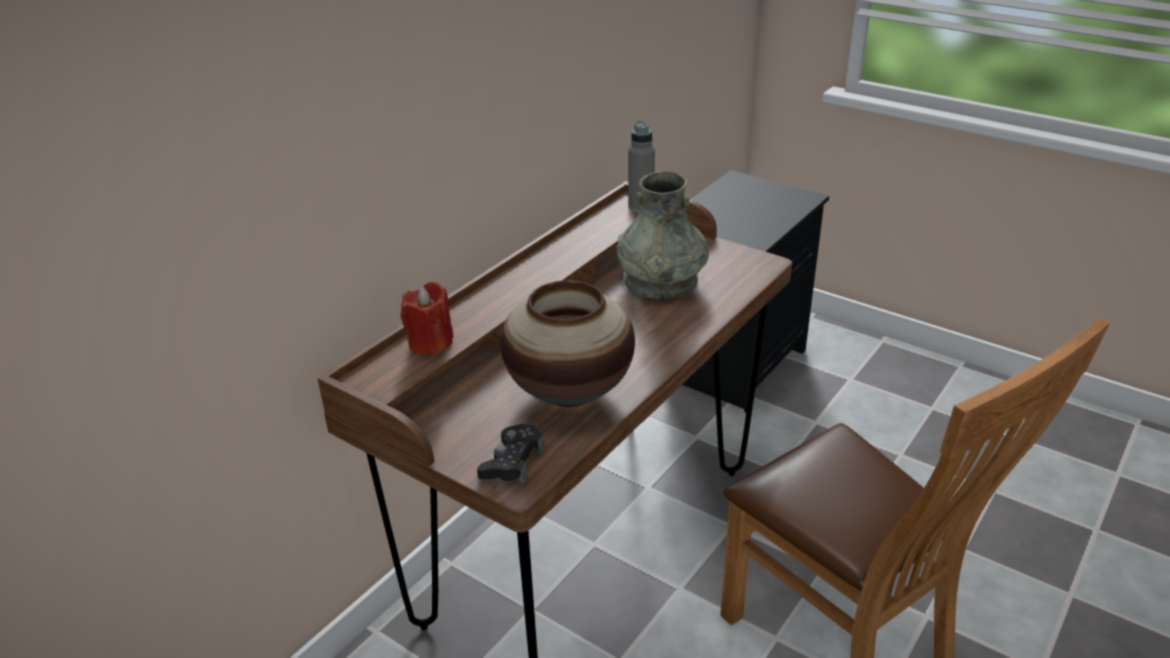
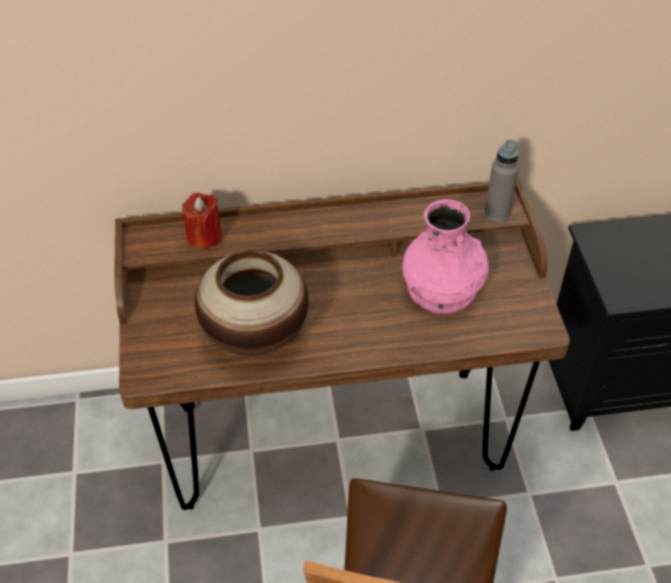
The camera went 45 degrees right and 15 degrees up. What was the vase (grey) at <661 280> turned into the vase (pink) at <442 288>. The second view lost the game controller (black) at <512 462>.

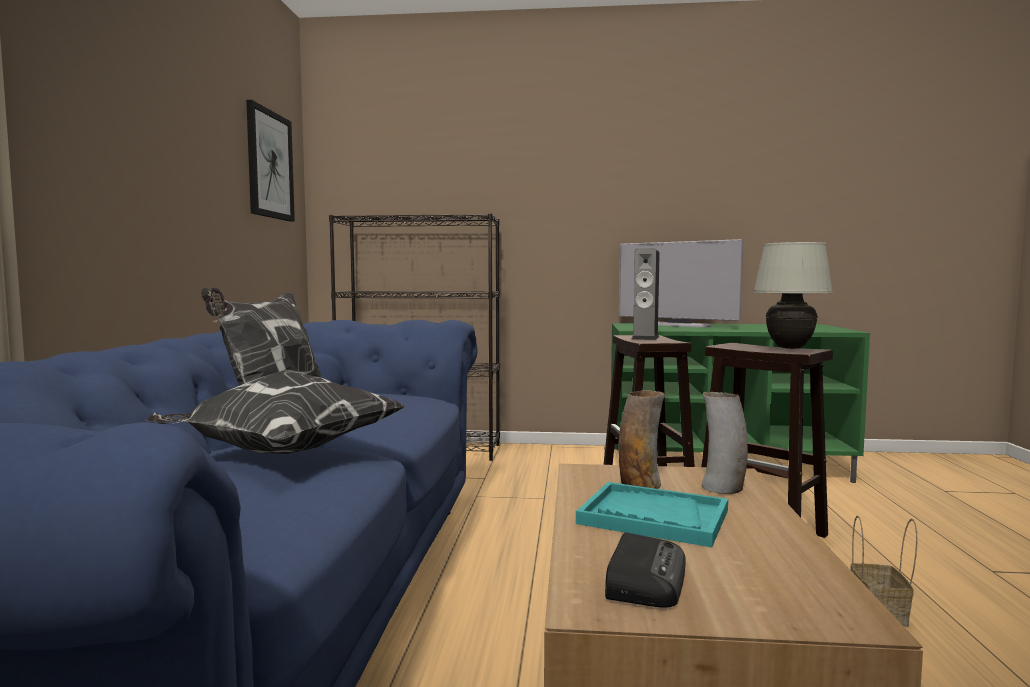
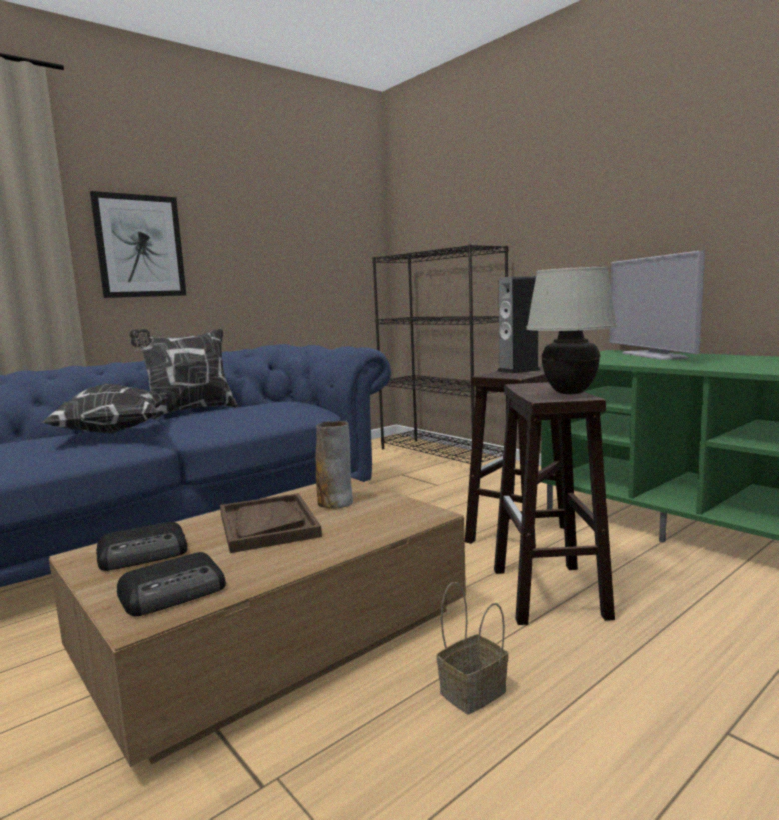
The camera went 45 degrees right and 5 degrees up. The picture ended up elsewhere, having gone from <269 165> to <140 246>. The second view lost the vase at <723 488>. What was the tray (turquoise) at <653 517> turned into the tray (brown) at <268 525>. The second view gained the radio at <175 592>.

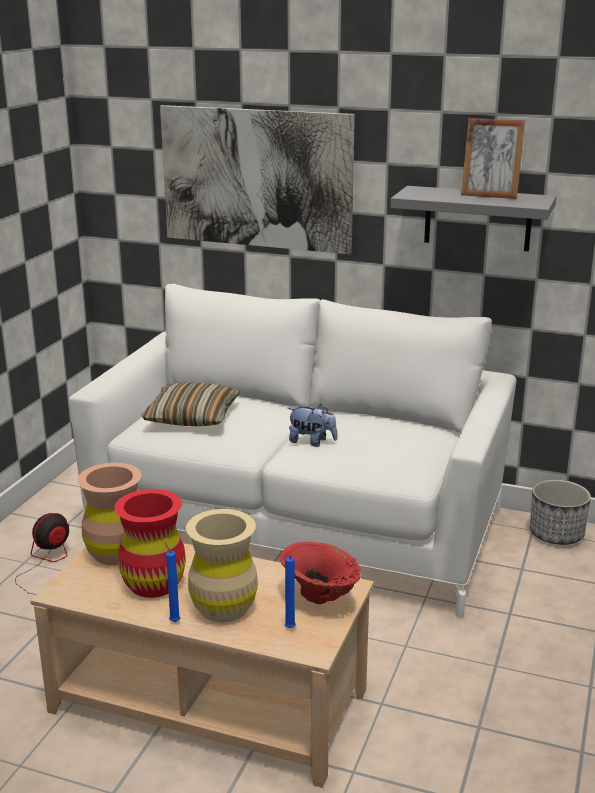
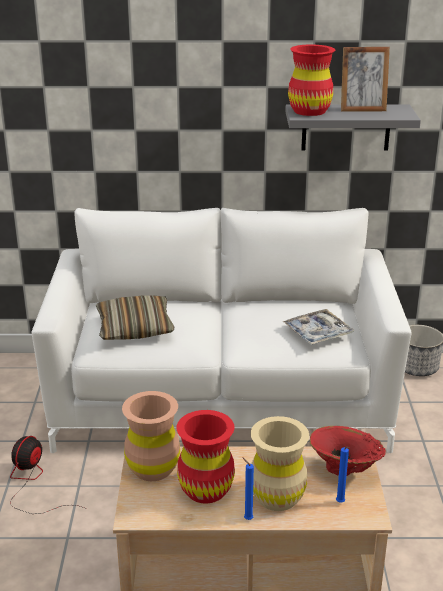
The camera went 20 degrees left and 5 degrees up. The second view lost the picture at <256 178>. The second view lost the plush toy at <312 442>. The second view gained the vase (red) at <309 111>. The second view gained the tray at <318 333>.

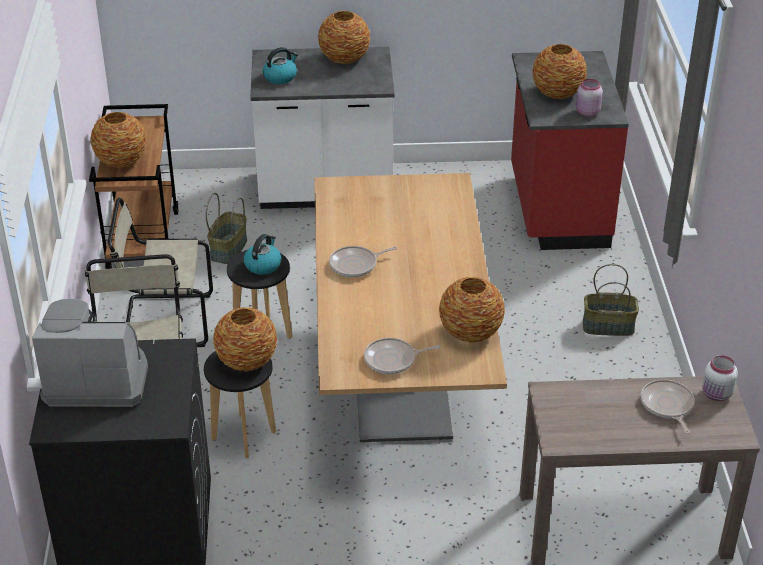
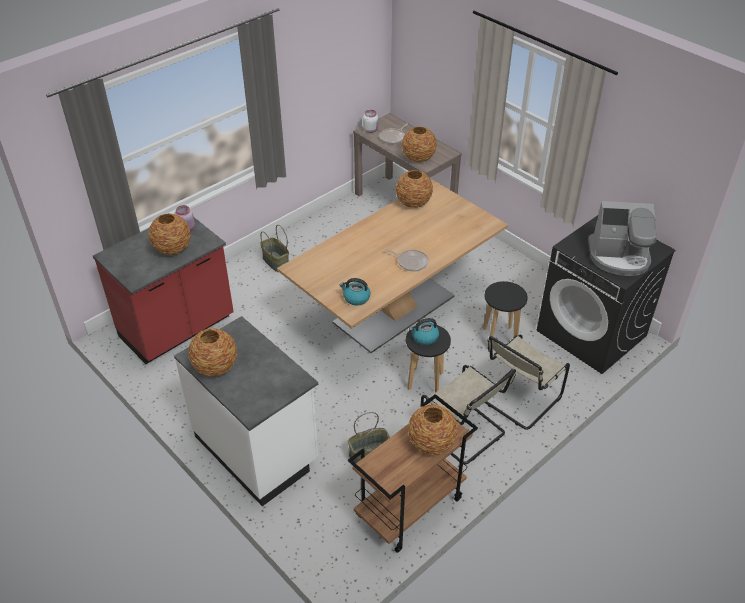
The camera went 130 degrees left and 5 degrees up. The kettle ended up elsewhere, having gone from <280 77> to <356 298>. The coffee machine at <96 379> ended up facing another way, 45 degrees counterclockwise from before. The vase ended up elsewhere, having gone from <247 361> to <418 158>. The second view lost the frying pan at <393 360>.

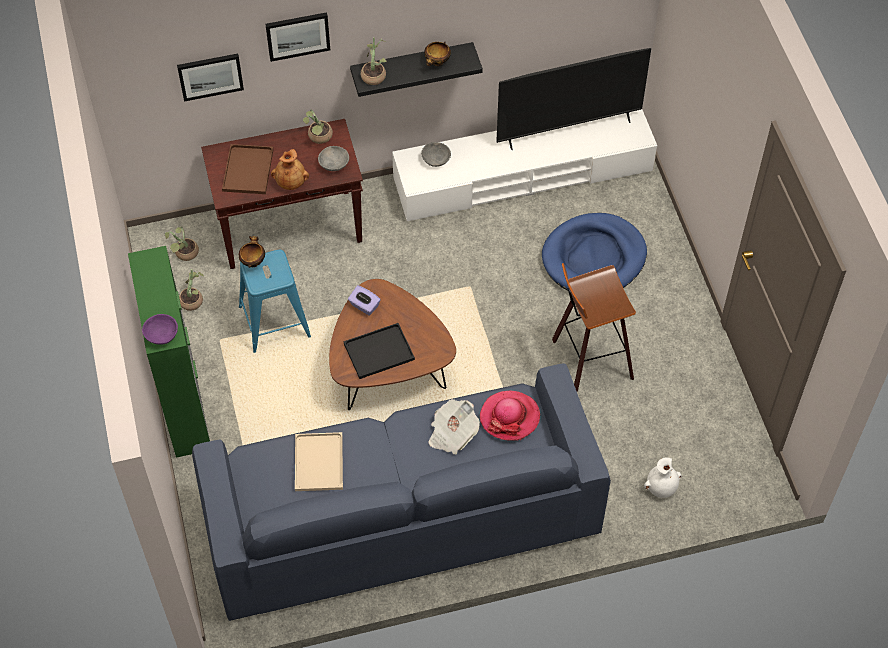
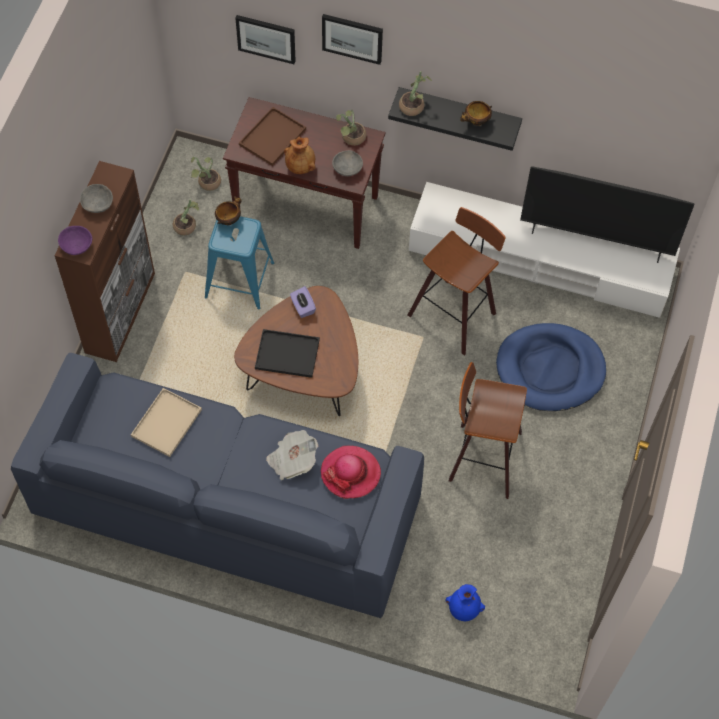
The camera went 30 degrees right and 5 degrees up. The bowl (grey) ended up elsewhere, having gone from <435 159> to <97 204>. What was the cabinet (green) at <184 405> turned into the cabinet (brown) at <120 312>. What was the vase (white) at <661 488> turned into the vase (blue) at <463 609>. The second view gained the stool at <454 313>.

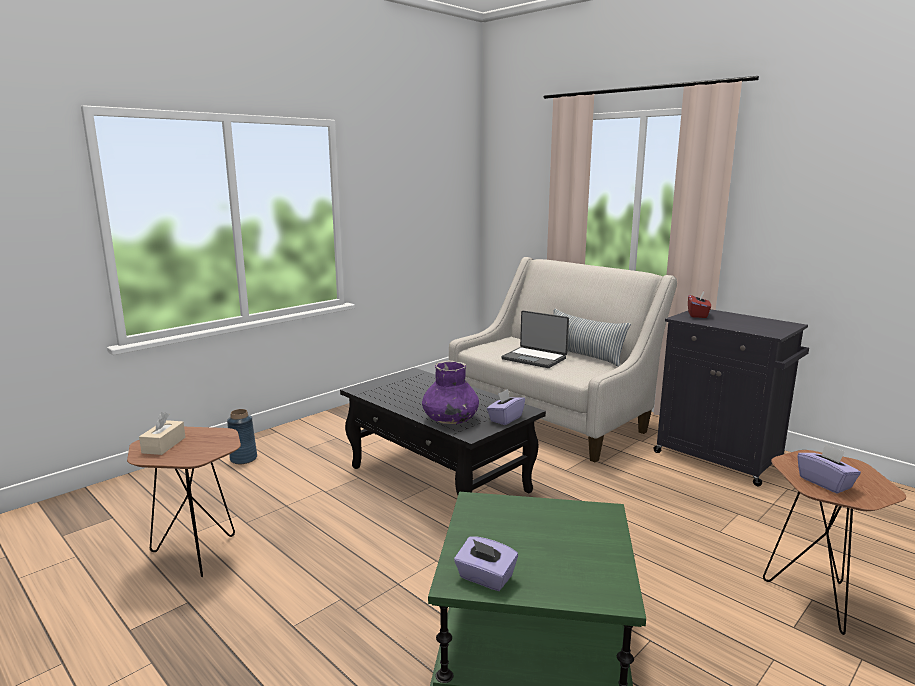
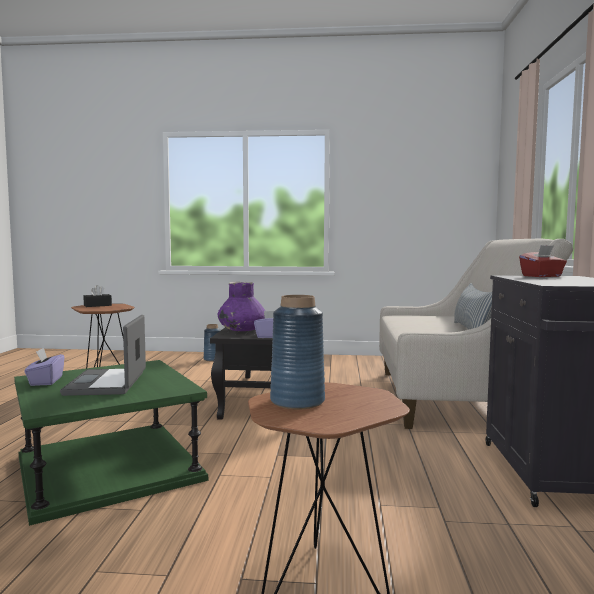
The camera went 50 degrees right and 10 degrees down. The laptop ended up elsewhere, having gone from <534 358> to <108 383>. What was the tissue box (beige) at <164 445> turned into the tissue box (black) at <97 305>. Where the tissue box (purple) stood at <825 483>, the vase (blue) came to stand at <297 401>.

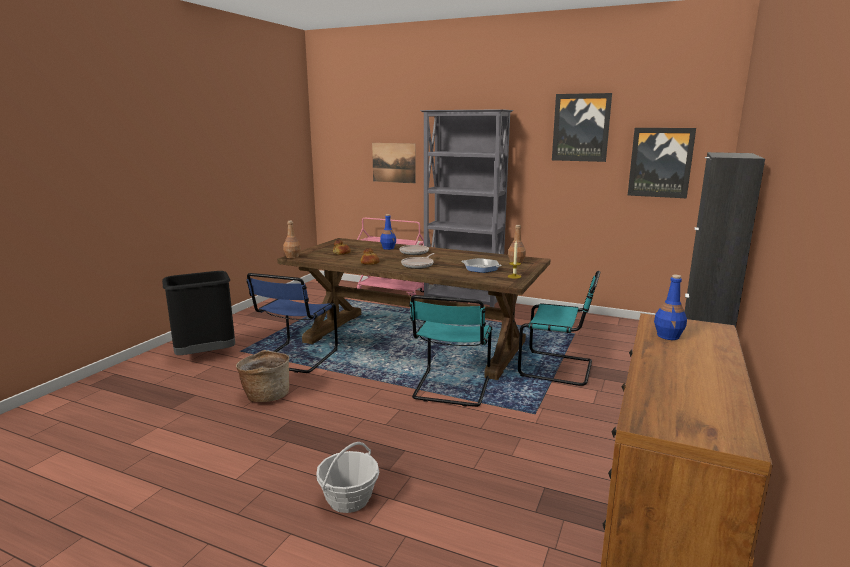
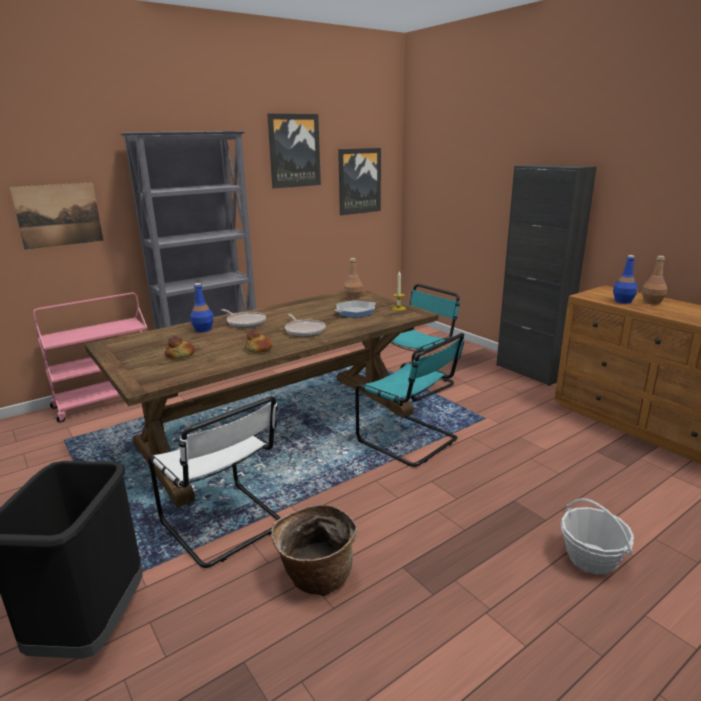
The camera went 60 degrees left and 5 degrees up. The bottle (brown) ended up elsewhere, having gone from <292 257> to <651 302>. What was the chair (blue) at <295 359> turned into the chair (white) at <225 525>.

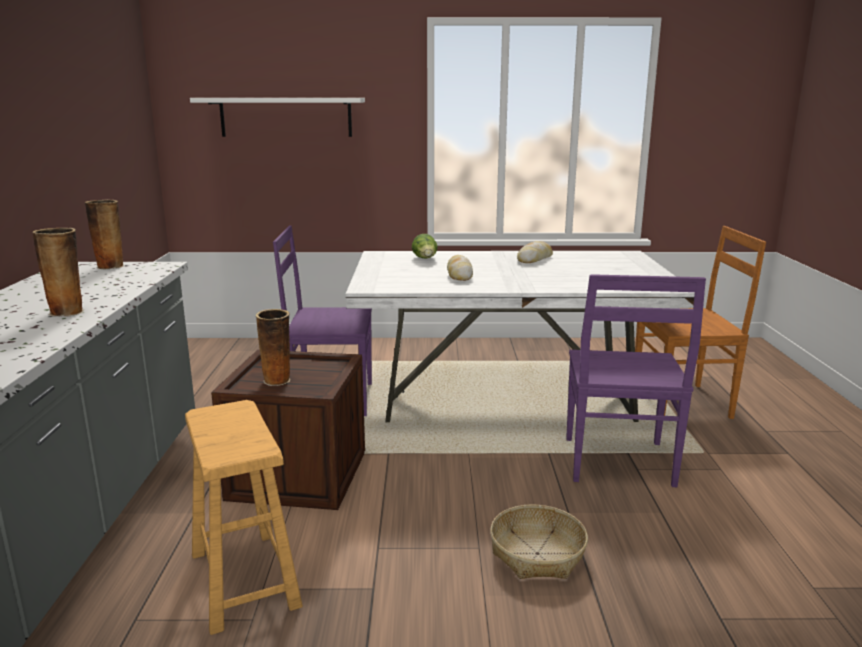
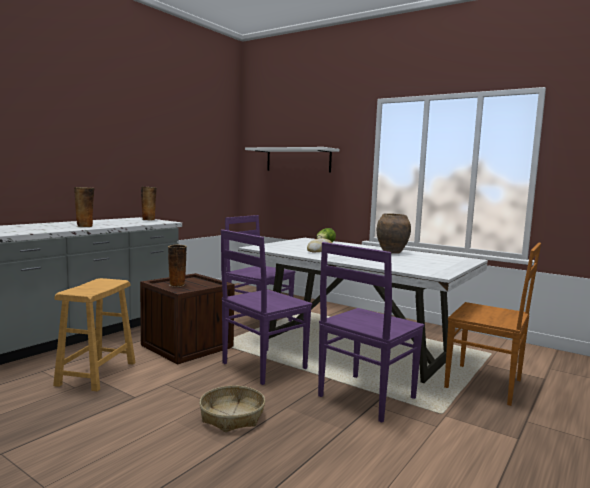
The camera went 35 degrees right and 10 degrees down. Where the bread stood at <535 259>, the vase (brown) came to stand at <392 252>. The second view gained the chair (purple) at <262 367>.

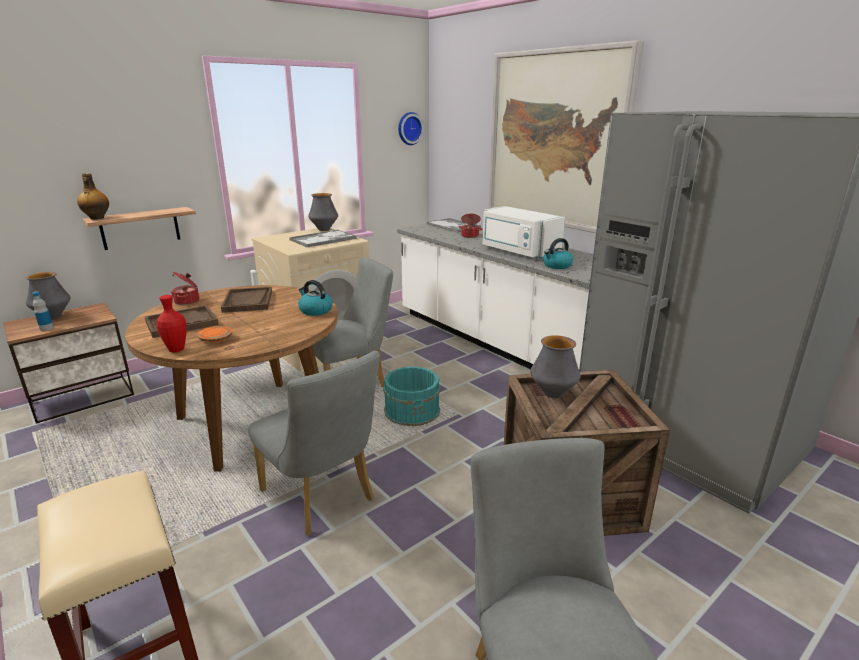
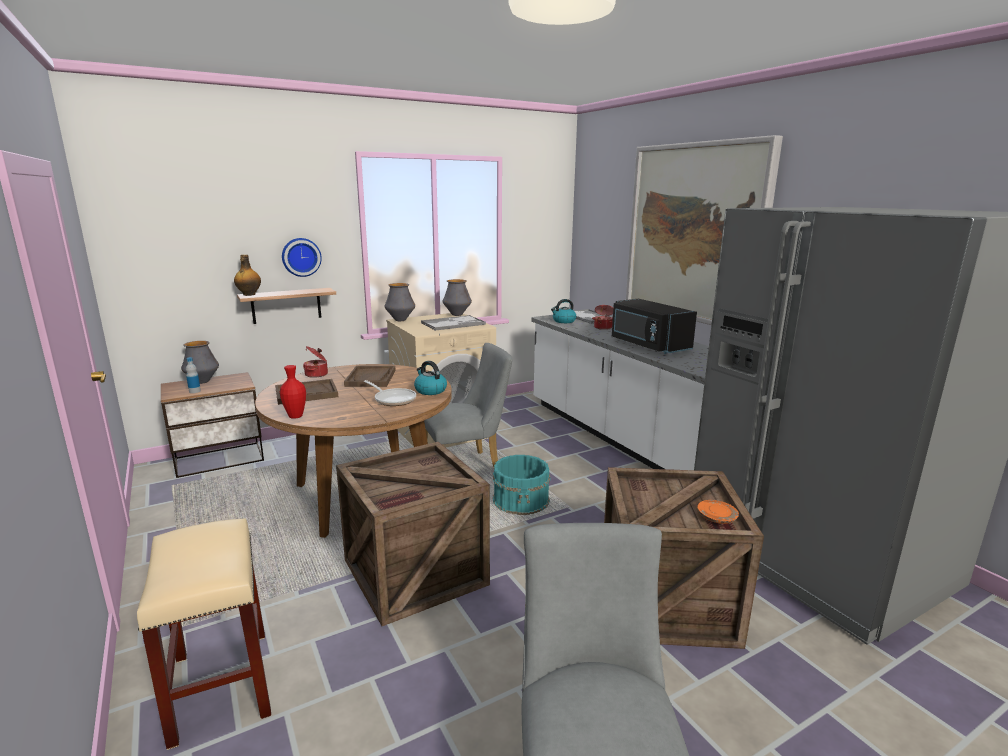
The camera went 10 degrees right and 5 degrees down. The wall clock ended up elsewhere, having gone from <409 128> to <301 257>. What was the microwave (white) at <518 251> turned into the microwave (black) at <648 345>. The kettle ended up elsewhere, having gone from <557 266> to <563 321>. The plate (orange) ended up elsewhere, having gone from <216 339> to <716 518>. The vase ended up elsewhere, having gone from <552 394> to <400 320>. Where the chair (grey) stood at <322 499>, the crate came to stand at <414 574>. The second view gained the frying pan at <393 399>.

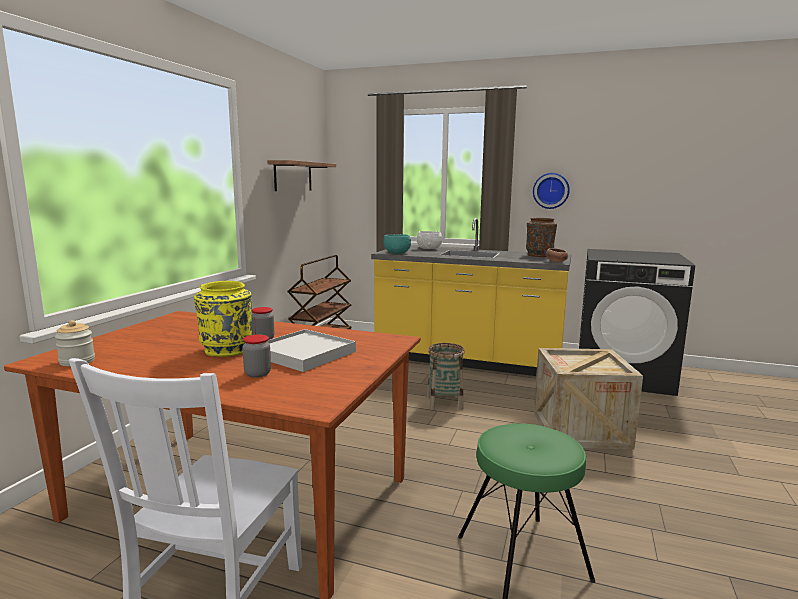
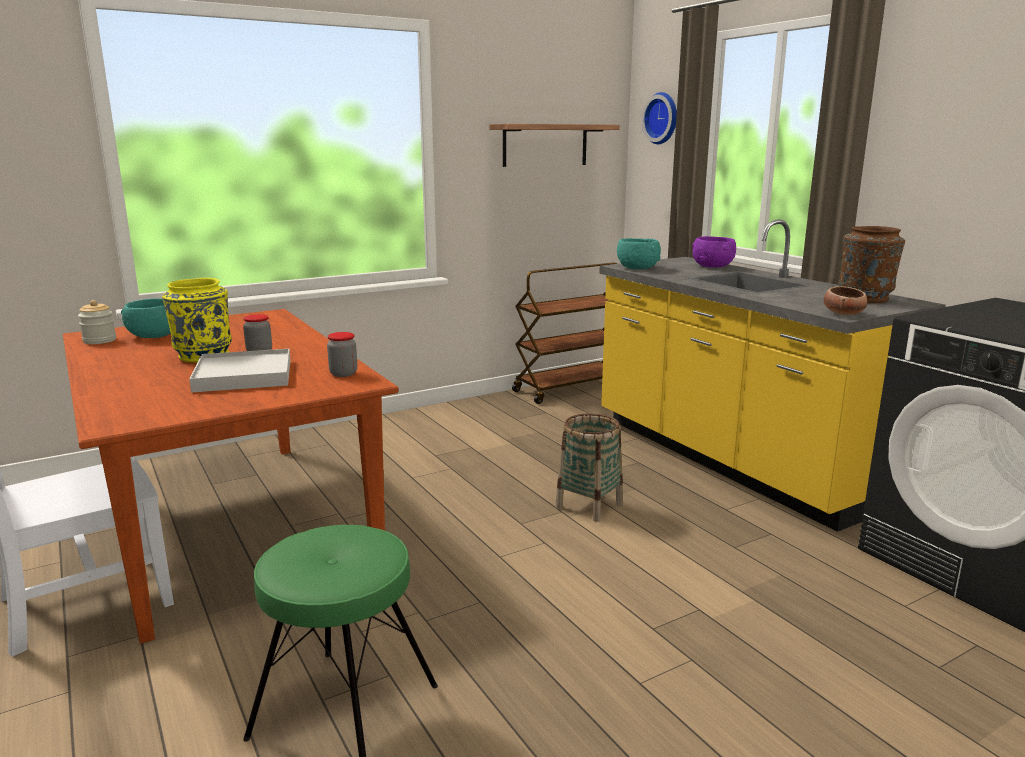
The camera went 40 degrees right and 5 degrees up. The wall clock ended up elsewhere, having gone from <551 190> to <663 118>. What was the bowl (white) at <429 248> turned into the bowl (purple) at <713 266>. The jar ended up elsewhere, having gone from <257 374> to <343 373>. The second view lost the crate at <580 429>. The second view gained the bowl (turquoise) at <153 336>.

